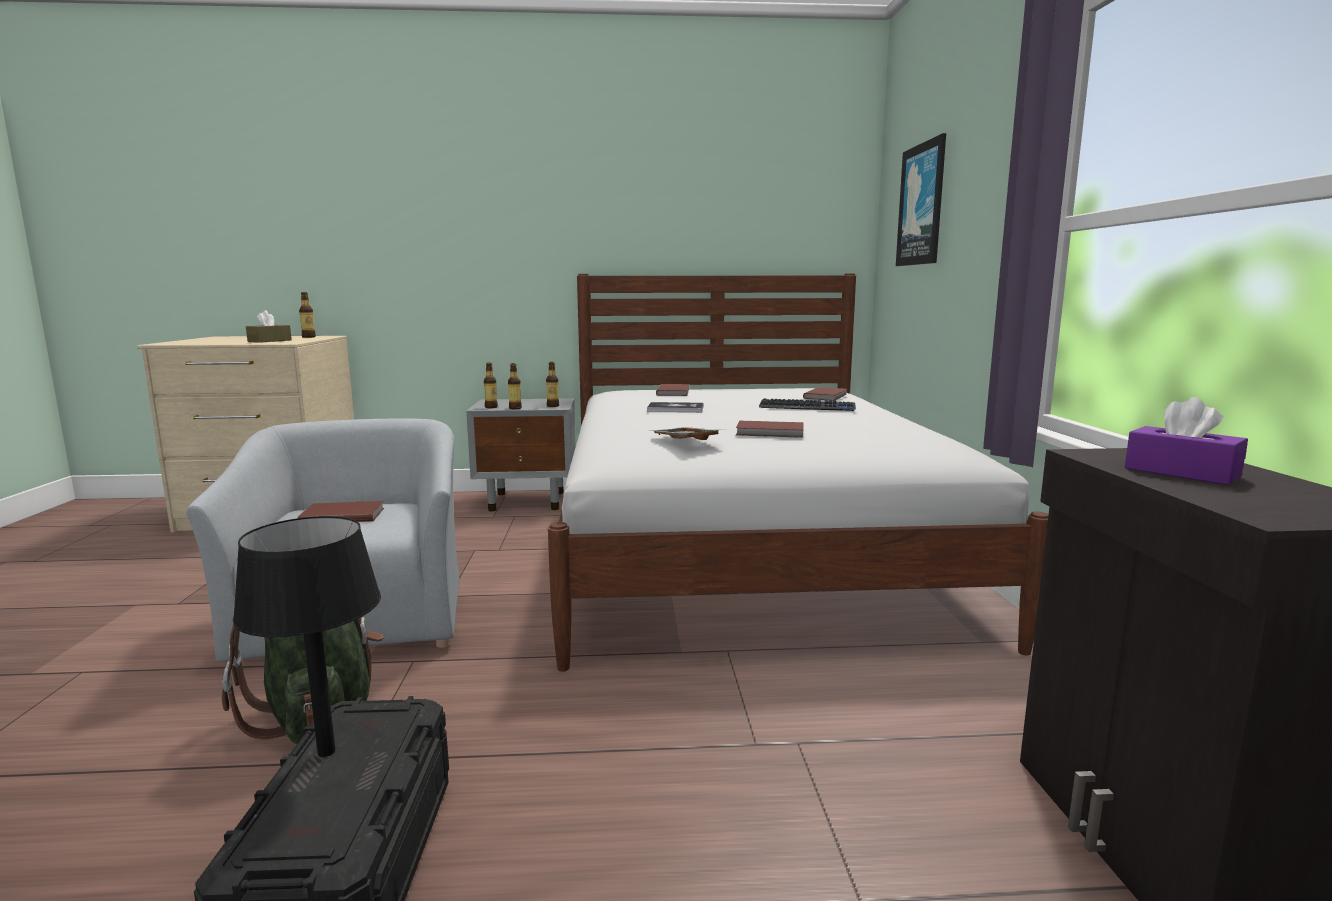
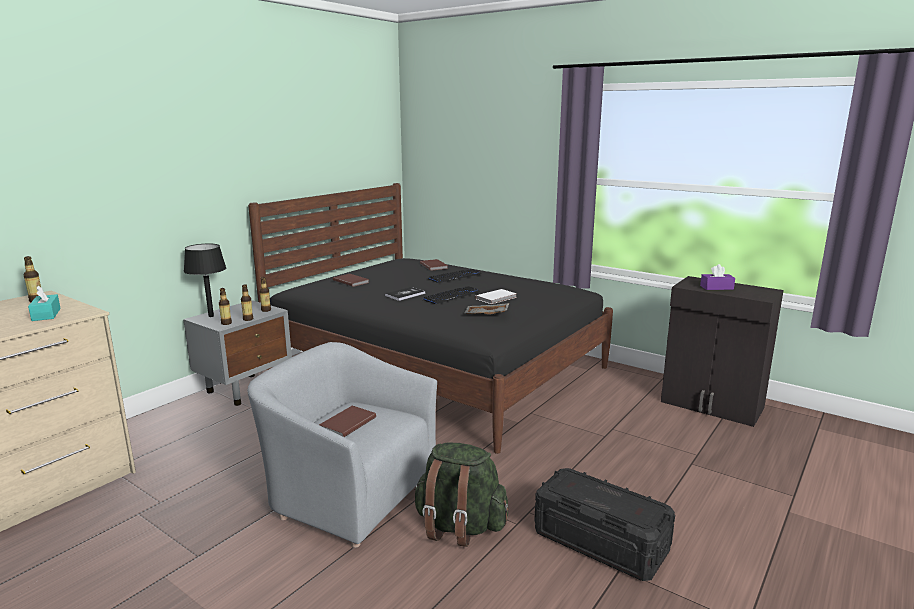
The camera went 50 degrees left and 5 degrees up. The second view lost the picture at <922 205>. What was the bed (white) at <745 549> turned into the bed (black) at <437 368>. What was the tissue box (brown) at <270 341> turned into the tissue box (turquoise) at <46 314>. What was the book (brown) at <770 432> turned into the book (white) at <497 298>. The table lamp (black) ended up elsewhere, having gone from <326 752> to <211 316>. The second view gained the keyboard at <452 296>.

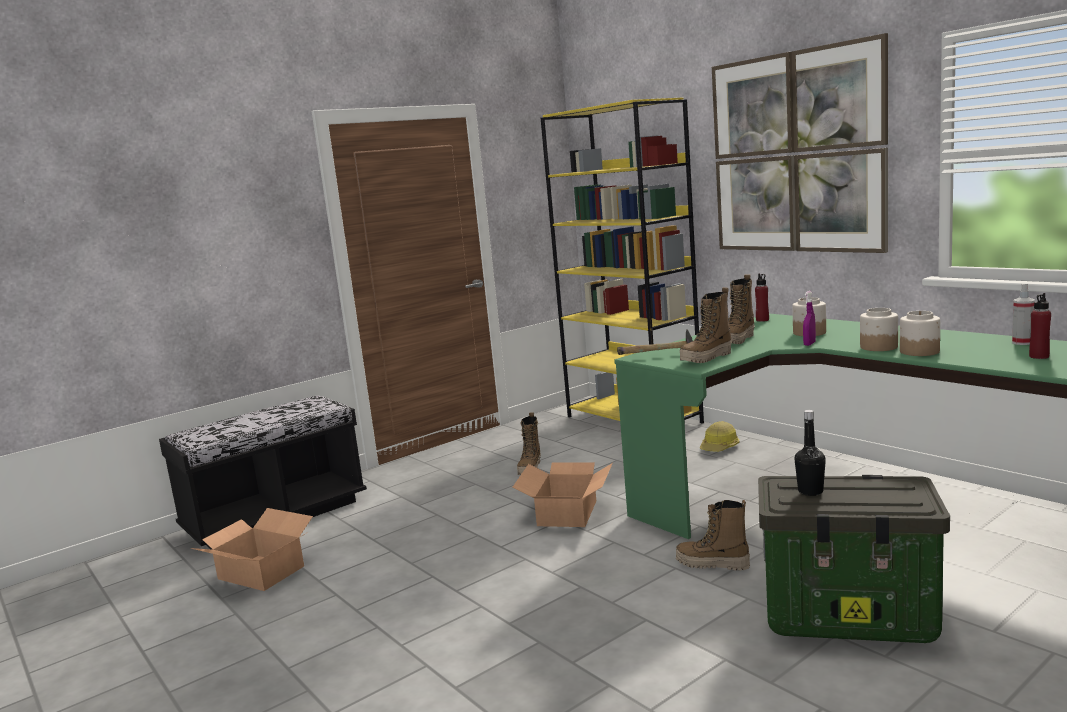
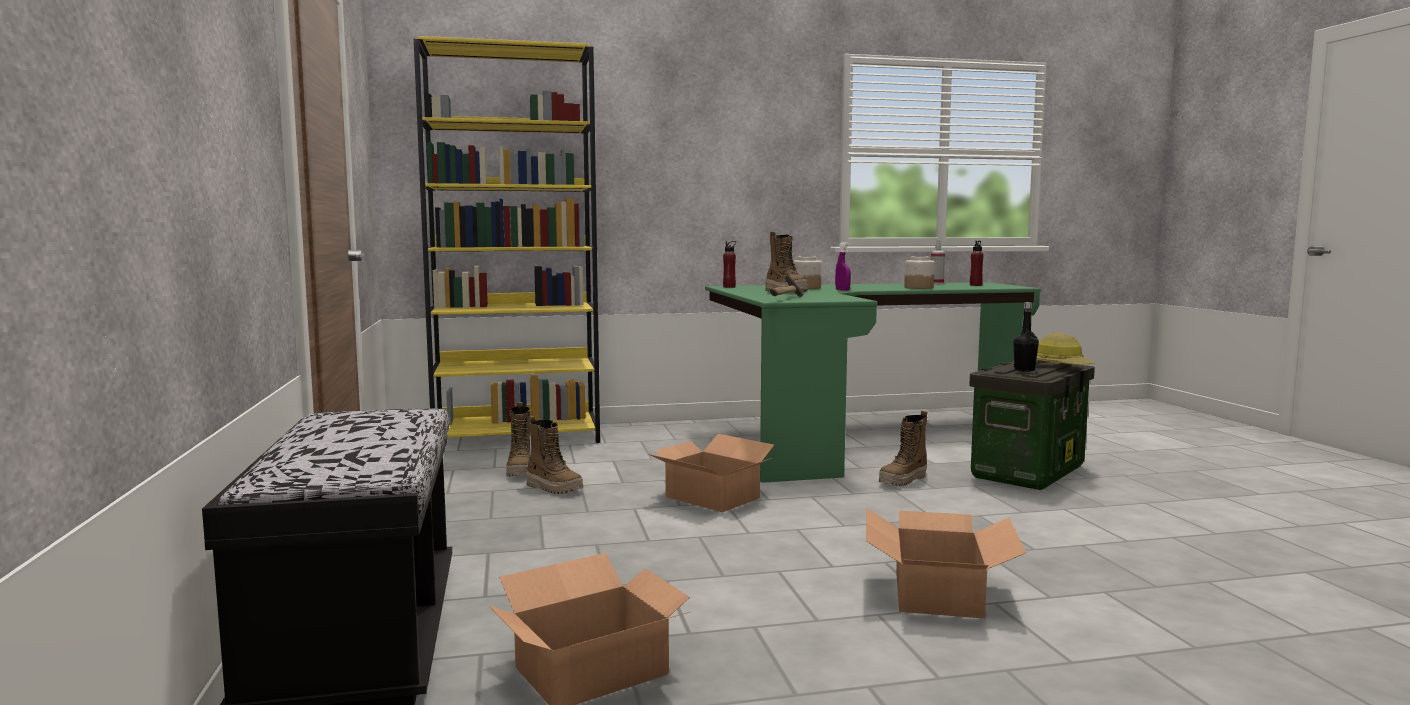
The camera went 65 degrees left and 5 degrees down. The second view lost the picture at <796 153>. The boot ended up elsewhere, having gone from <706 358> to <520 471>. The second view lost the jar at <878 347>. The hard hat ended up elsewhere, having gone from <719 447> to <1062 366>. The second view gained the cardboard box at <936 594>.

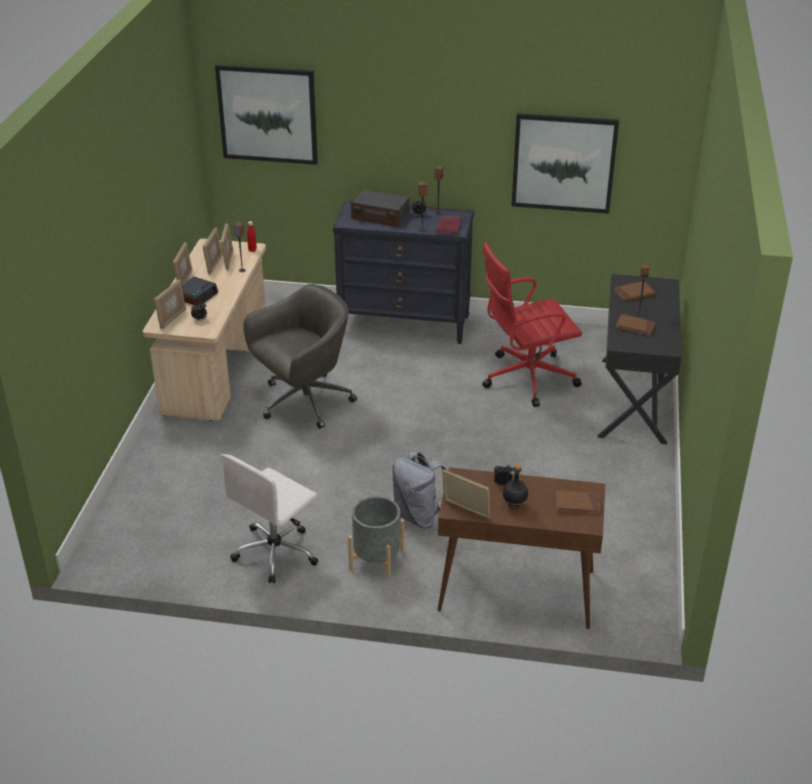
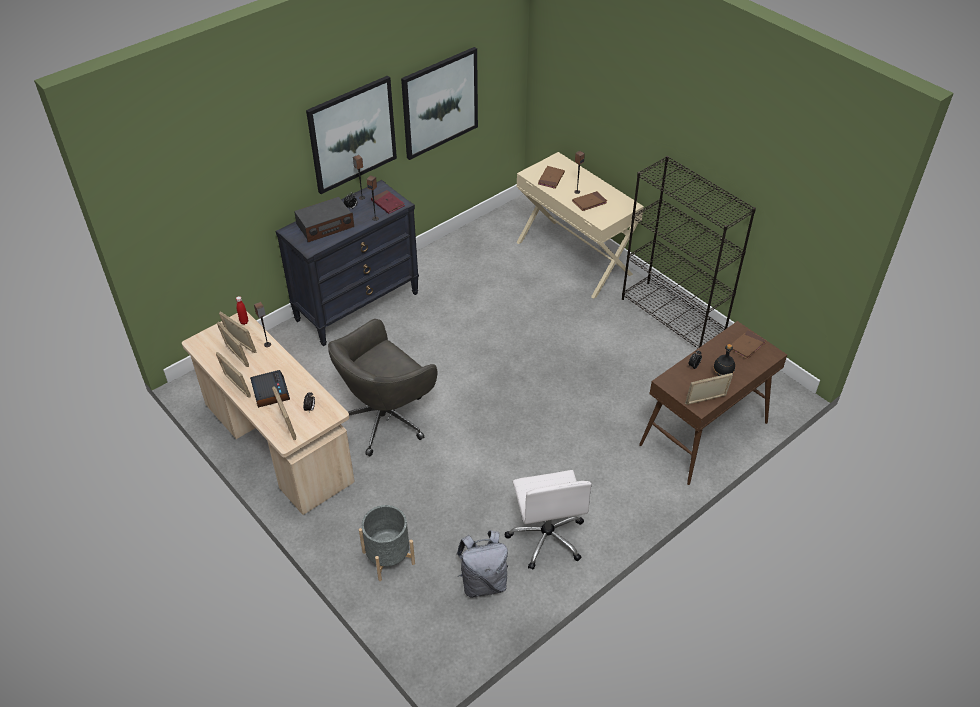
The camera went 50 degrees left and 10 degrees up. The picture ended up elsewhere, having gone from <267 114> to <352 134>. The second view lost the office chair (red) at <526 378>. What was the desk (black) at <634 400> turned into the desk (beige) at <574 257>. The office chair (grey) at <303 402> ended up facing another way, 135 degrees counterclockwise from before. The backpack (grey) ended up elsewhere, having gone from <419 516> to <483 582>. The planter (grey) ended up elsewhere, having gone from <377 560> to <388 557>. The second view gained the bookcase (black) at <673 317>.

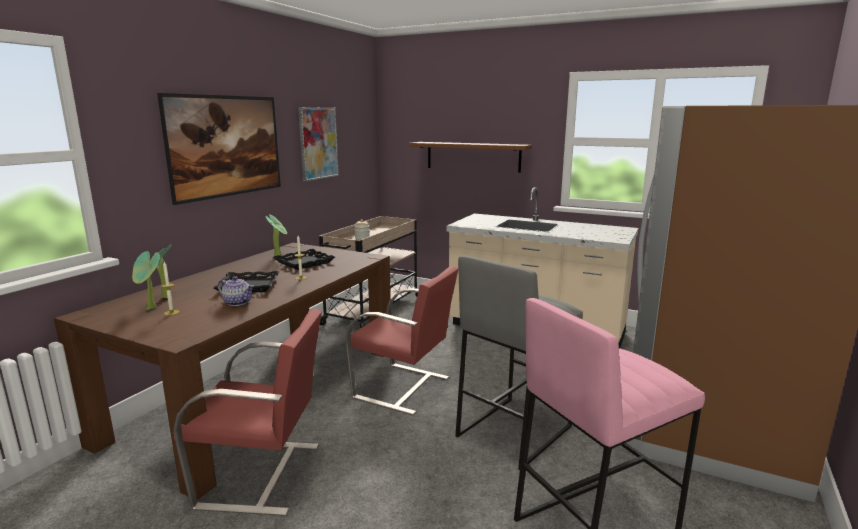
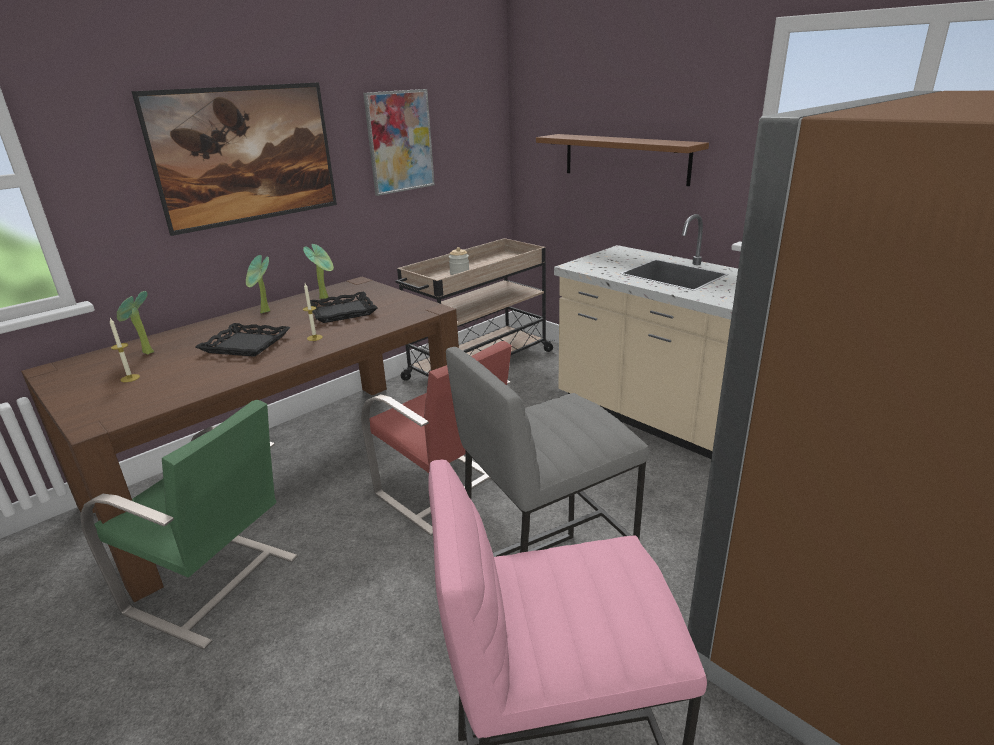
The camera went 20 degrees right and 10 degrees up. The potted plant ended up elsewhere, having gone from <151 309> to <265 312>. The second view lost the teapot at <237 302>. What was the chair (red) at <263 475> turned into the chair (green) at <215 585>.

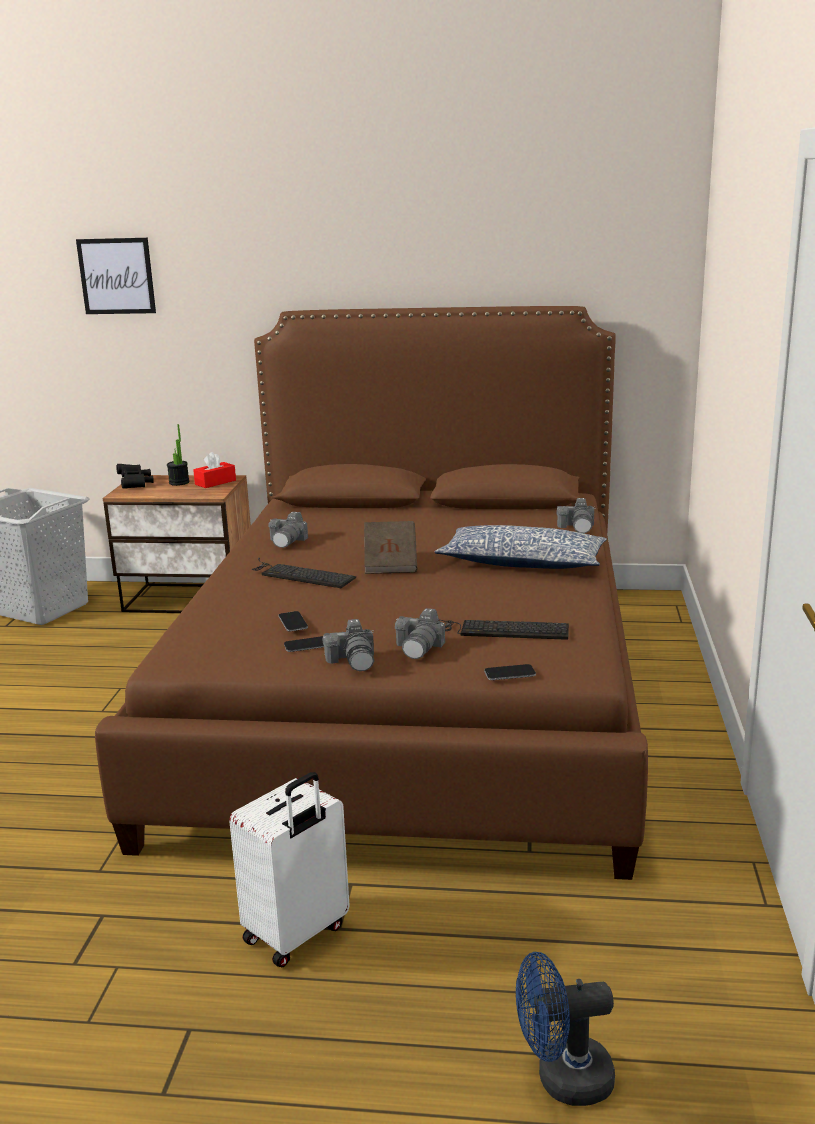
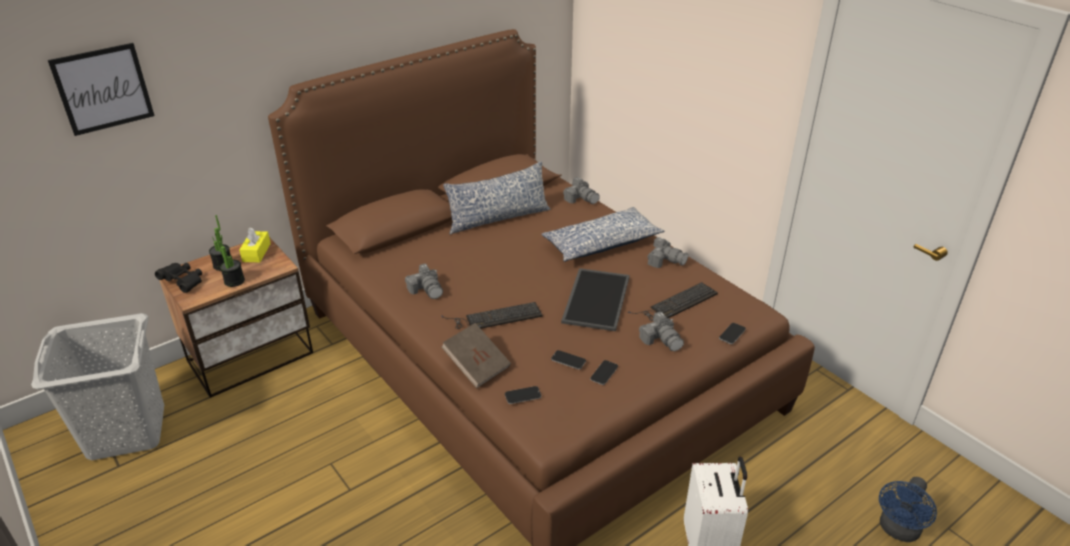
The camera went 45 degrees left and 15 degrees up. What was the tissue box (red) at <215 482> turned into the tissue box (yellow) at <256 252>. The book (brown) ended up elsewhere, having gone from <391 563> to <477 366>. The photo camera ended up elsewhere, having gone from <354 660> to <665 260>. The second view gained the pillow at <498 218>. The second view gained the potted plant at <234 281>. The second view gained the tray at <595 298>. The second view gained the phone at <523 395>.

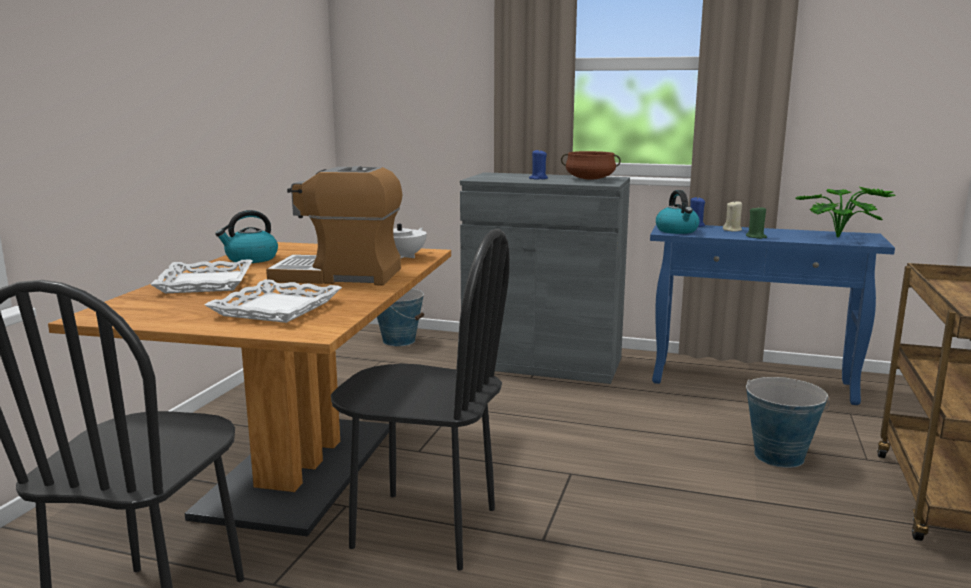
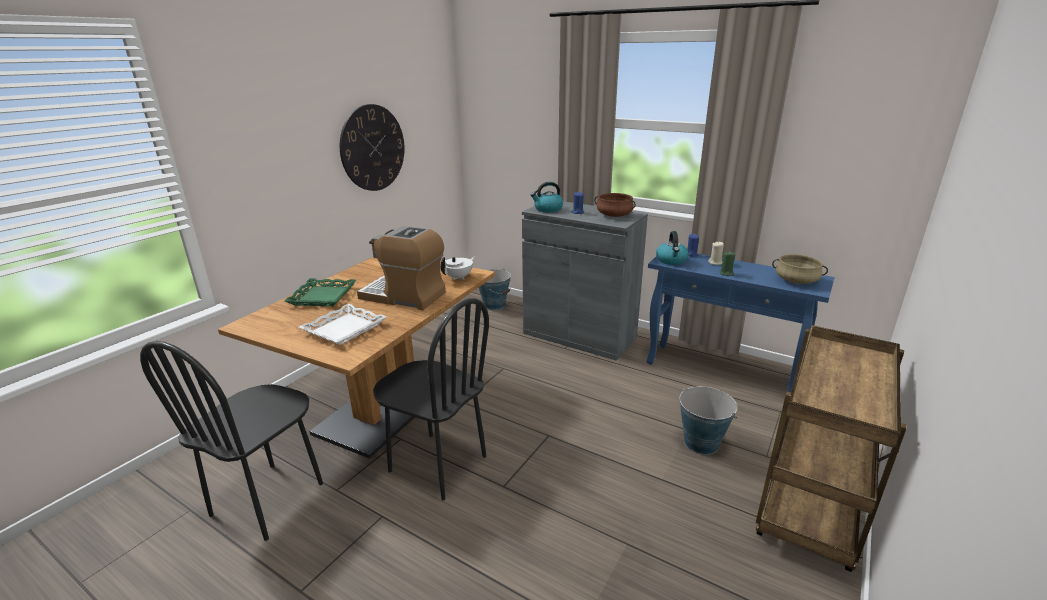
The camera went 15 degrees right and 10 degrees up. Where the potted plant stood at <843 238>, the cooking pot (beige) came to stand at <796 281>. The kettle ended up elsewhere, having gone from <251 259> to <547 209>. What was the tray (white) at <206 283> turned into the tray (green) at <323 296>. The second view gained the wall clock at <373 148>.

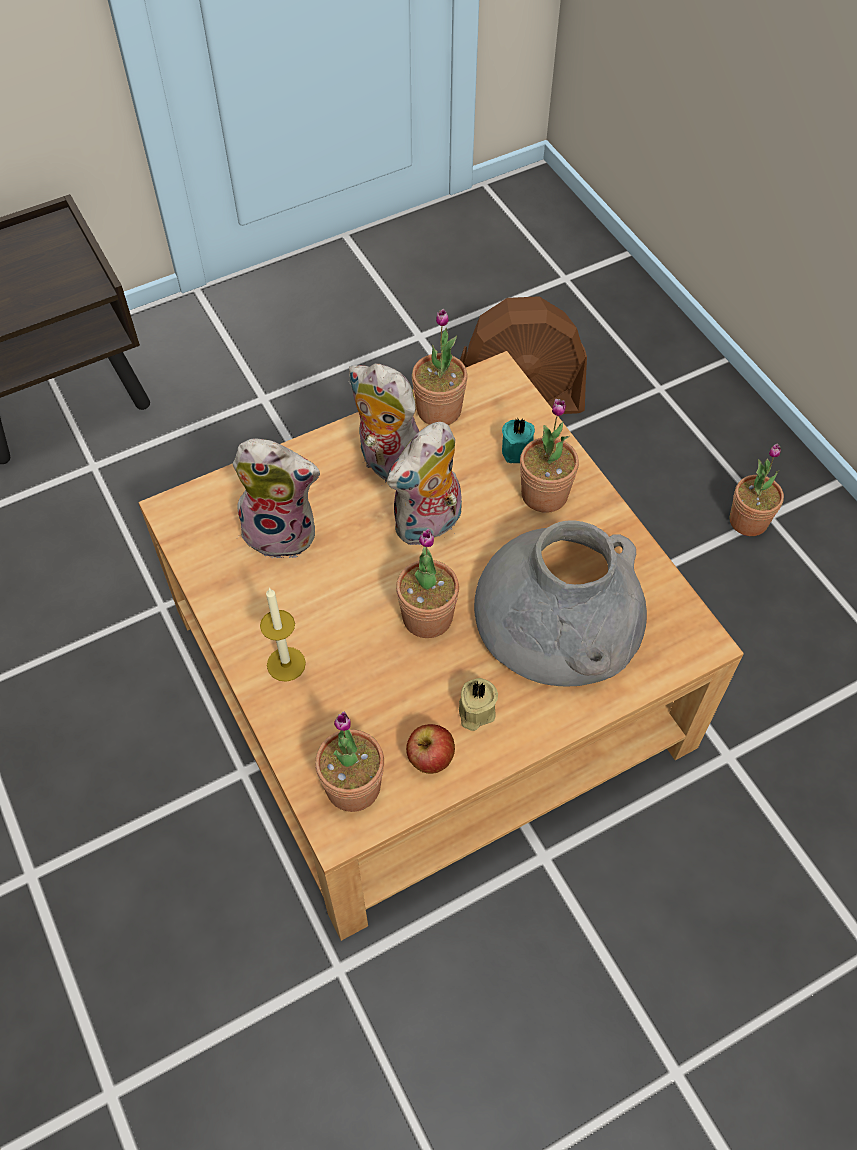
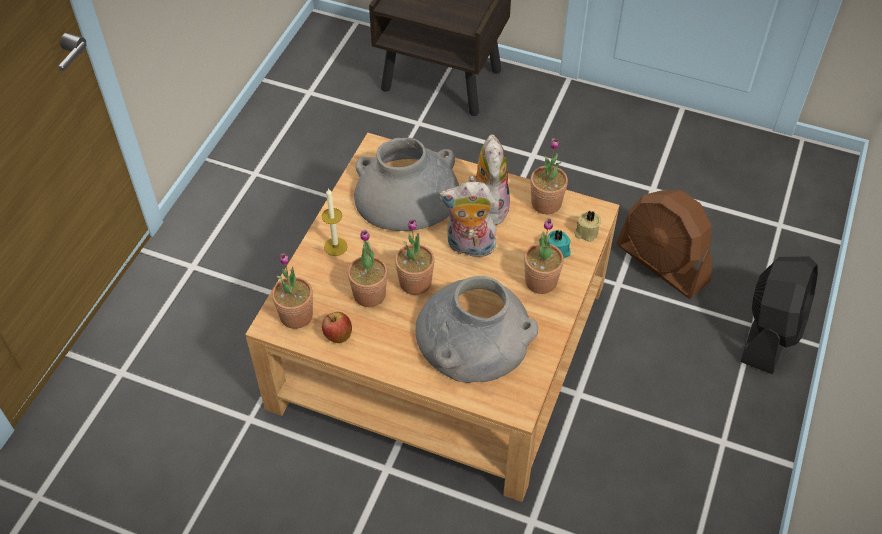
The camera went 50 degrees right and 5 degrees down. Where the plush toy stood at <283 531>, the vase (grey) came to stand at <406 194>. The potted plant ended up elsewhere, having gone from <748 521> to <369 294>. The candle (beige) ended up elsewhere, having gone from <475 712> to <586 232>. The second view gained the fan (black) at <770 331>.

